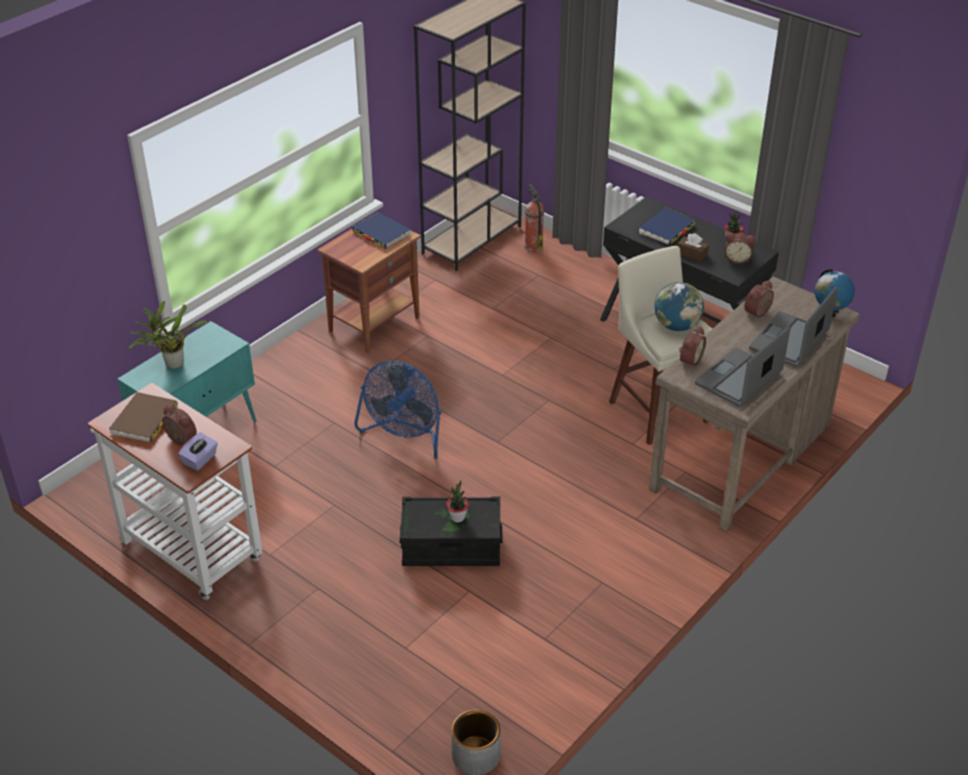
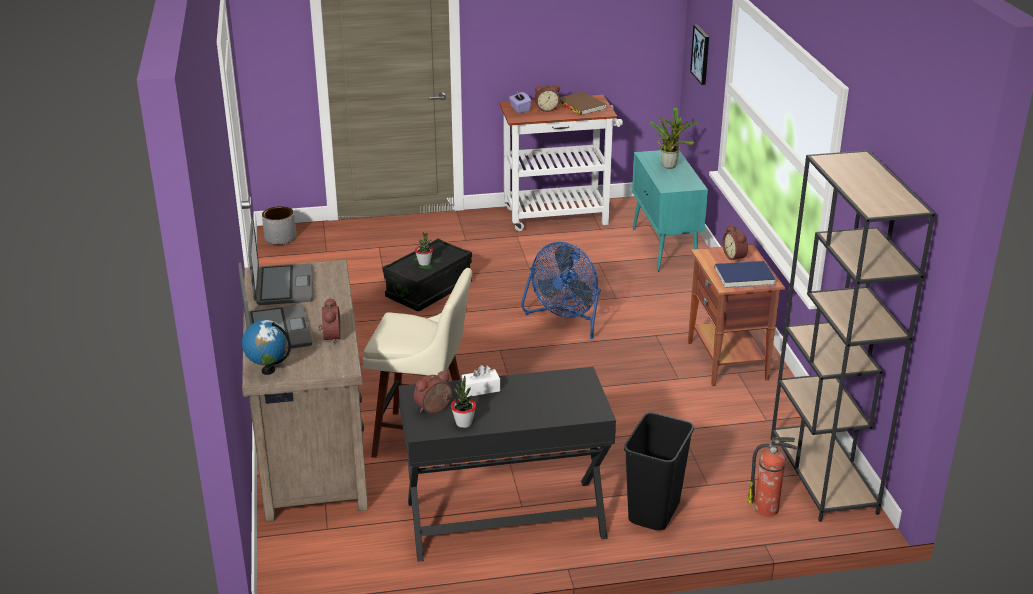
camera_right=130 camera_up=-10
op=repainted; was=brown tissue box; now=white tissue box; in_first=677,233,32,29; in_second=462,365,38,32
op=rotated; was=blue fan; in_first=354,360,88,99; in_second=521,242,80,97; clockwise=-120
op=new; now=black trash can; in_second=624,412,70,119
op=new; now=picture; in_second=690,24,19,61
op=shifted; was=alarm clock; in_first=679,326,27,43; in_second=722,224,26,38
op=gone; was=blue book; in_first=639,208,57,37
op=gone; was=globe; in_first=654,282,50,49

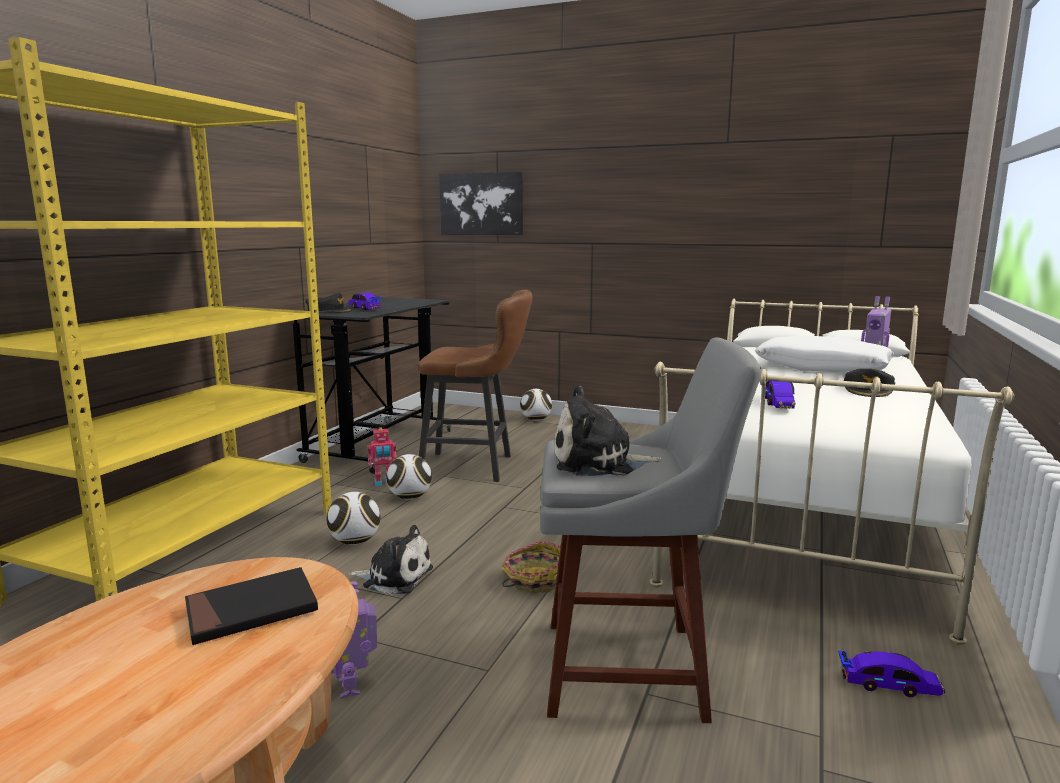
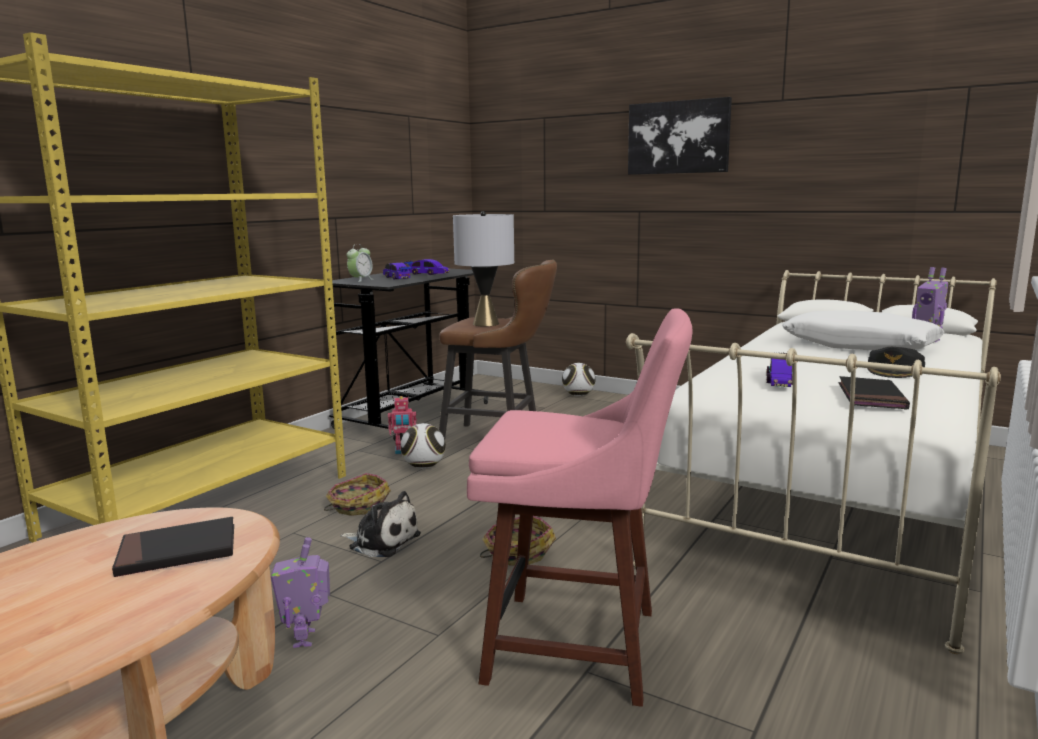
camera_right=10 camera_up=0
op=swapped; was=football; now=basket; in_first=327,492,54,53; in_second=324,473,67,43
op=swapped; was=black cap; now=alarm clock; in_first=305,293,48,20; in_second=347,244,26,38
op=shifted; was=toy car; in_first=839,651,107,46; in_second=404,259,46,16
op=new; now=grey table lamp; in_second=453,211,61,115
op=repainted; was=grey stool; now=pink stool; in_first=540,338,221,385; in_second=467,308,226,399
op=shifted; was=picture; in_first=439,172,84,63; in_second=628,97,104,78
op=new; now=black book; in_second=839,376,71,34
op=gone; was=plush toy; in_first=554,386,108,90

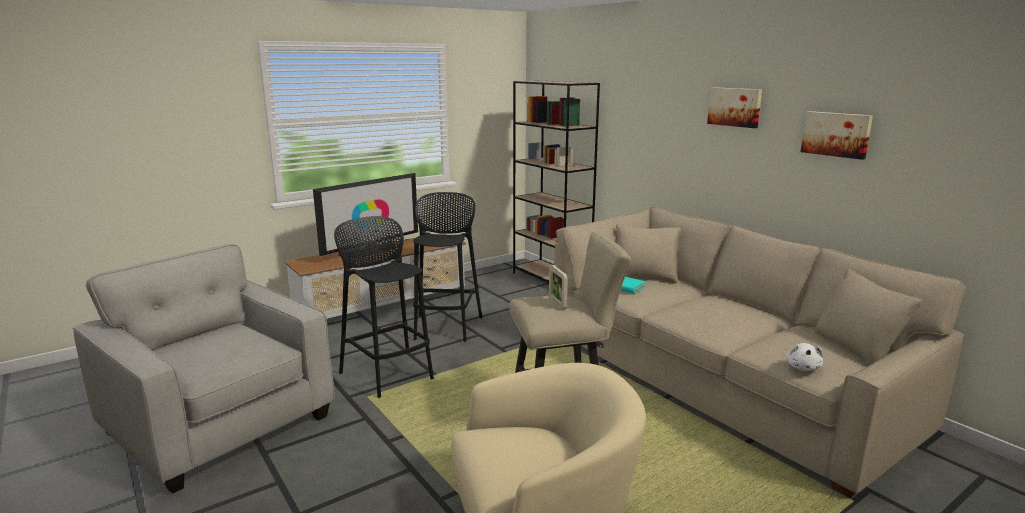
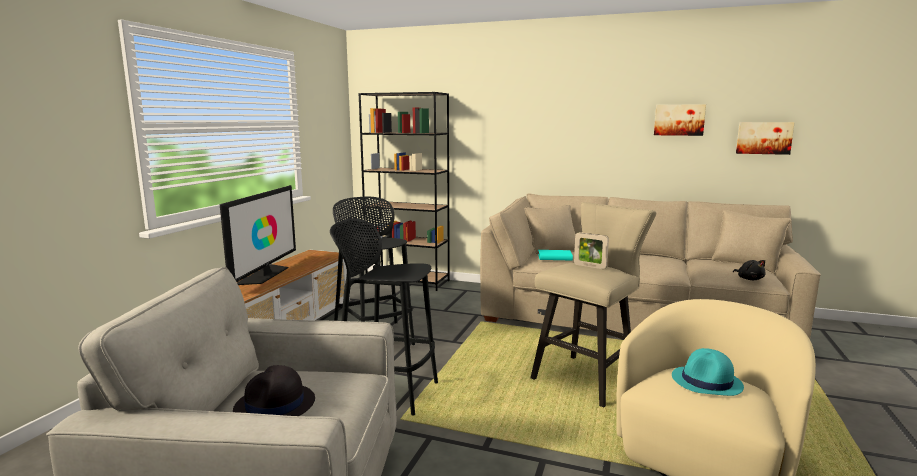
camera_right=-35 camera_up=-5
op=new; now=black hat; in_second=233,365,82,51
op=new; now=turquoise hat; in_second=672,348,72,48
op=repainted; was=white plush toy; now=black plush toy; in_first=786,343,37,28; in_second=733,260,33,20
op=shifted; was=picture; in_first=707,87,55,41; in_second=736,122,59,33

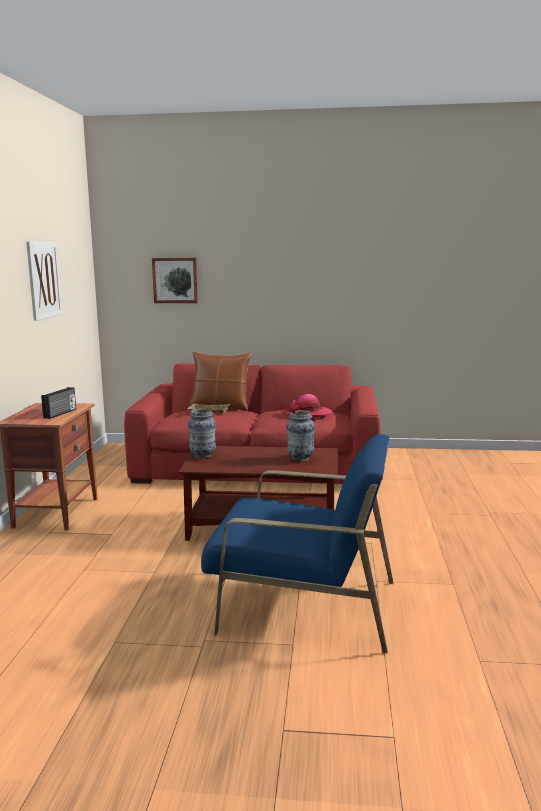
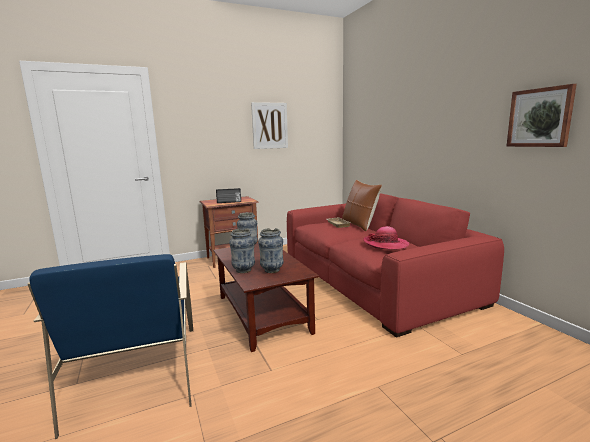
camera_right=60 camera_up=0
op=new; now=vase; in_second=229,228,26,45
op=shifted; was=picture; in_first=152,258,46,45; in_second=506,84,71,63

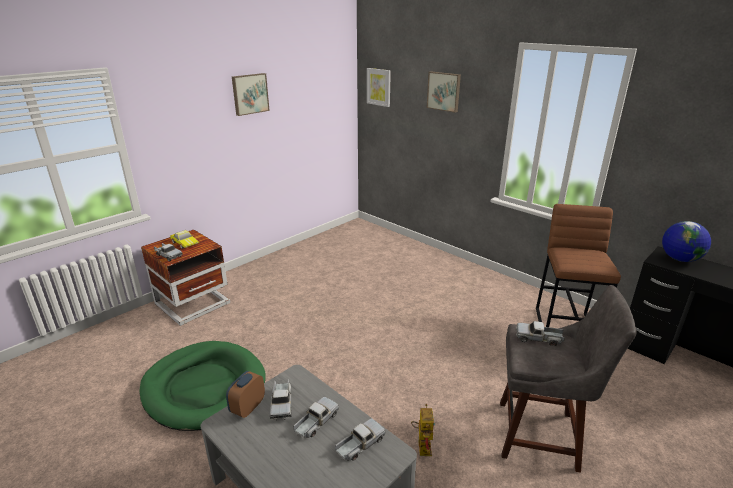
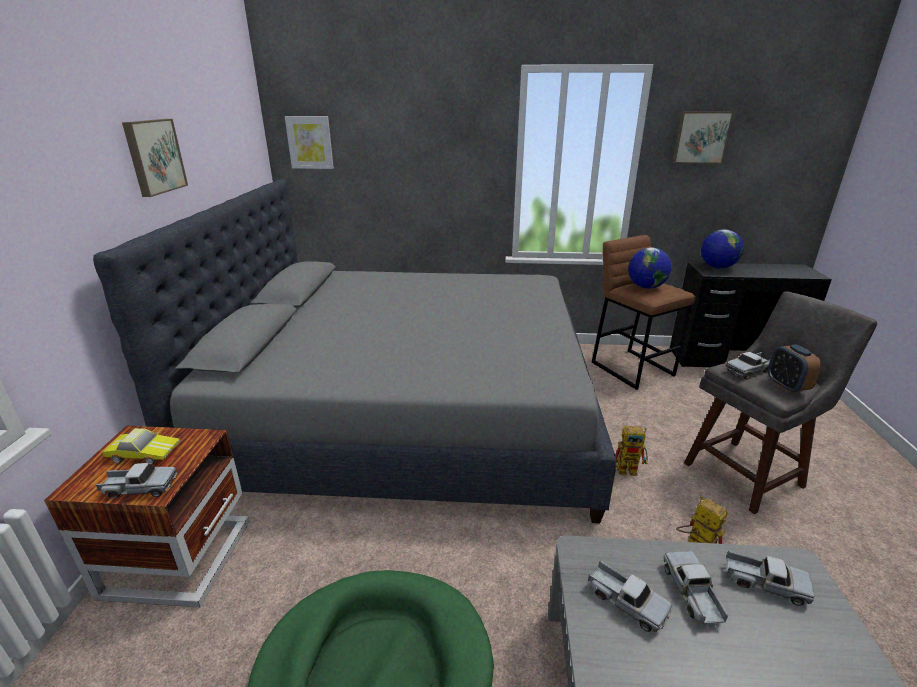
camera_right=-40 camera_up=0
op=new; now=grey bed; in_second=93,179,524,344
op=new; now=toy robot; in_second=615,426,33,50
op=new; now=globe; in_second=628,248,44,41
op=shifted; was=picture; in_first=427,71,34,42; in_second=673,112,61,51
op=rotated; was=toy truck; in_first=335,418,51,43; in_second=725,551,89,55; clockwise=105
op=shifted; was=alarm clock; in_first=226,371,39,47; in_second=768,344,54,49

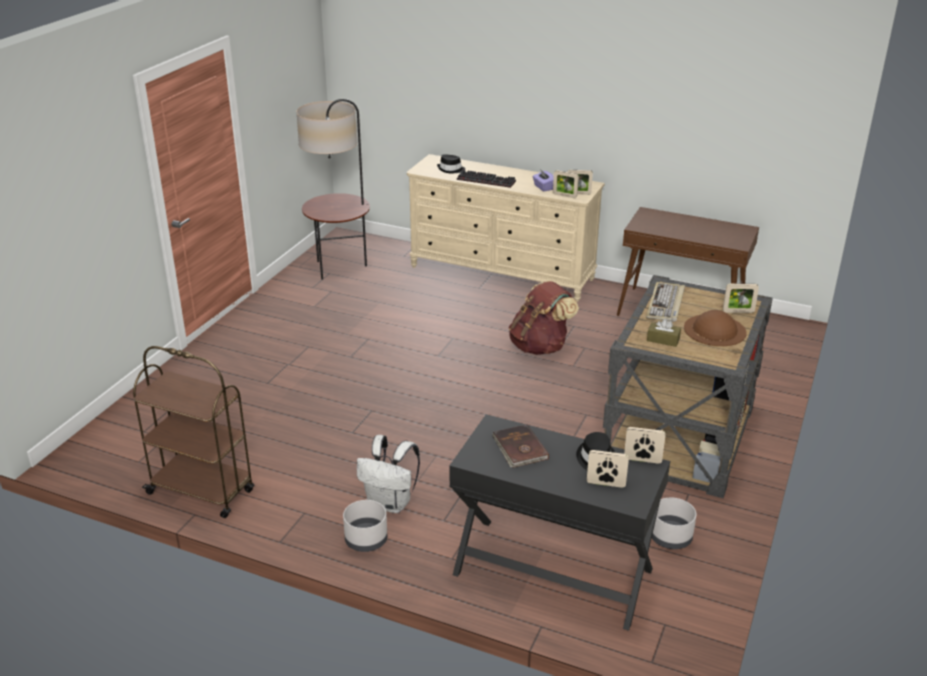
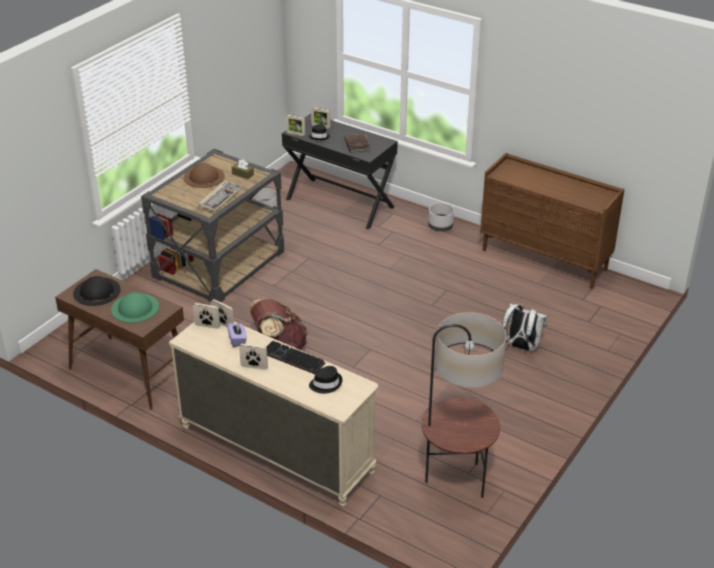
camera_right=-170 camera_up=5
op=new; now=black hat; in_second=73,276,48,30
op=new; now=green hat; in_second=111,292,48,31
op=shifted; was=picture frame; in_first=723,283,36,30; in_second=239,344,29,25
op=swapped; was=brown cart; now=brown cabinet; in_first=133,346,122,172; in_second=480,153,145,136
op=shifted; was=white backpack; in_first=357,435,63,78; in_second=502,303,45,48

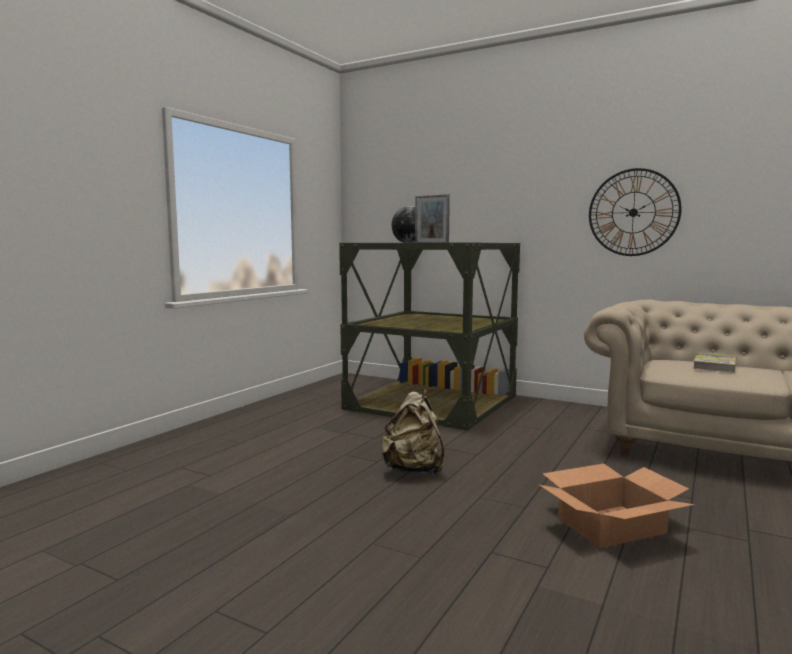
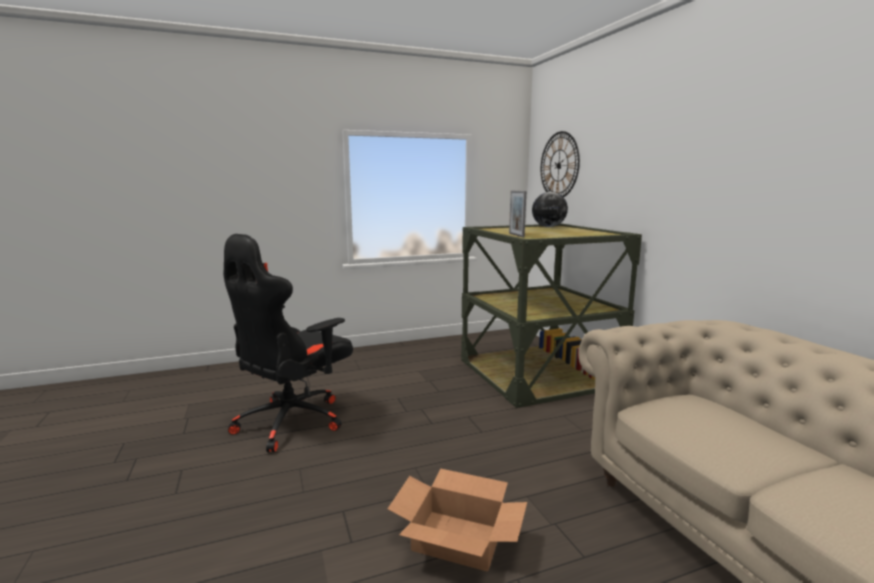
camera_right=40 camera_up=5
op=new; now=black office chair; in_second=223,234,130,218
op=shifted; was=wall clock; in_first=589,168,93,88; in_second=541,131,39,66
op=gone; was=beige backpack; in_first=381,389,63,85
op=gone; was=book; in_first=693,353,43,20

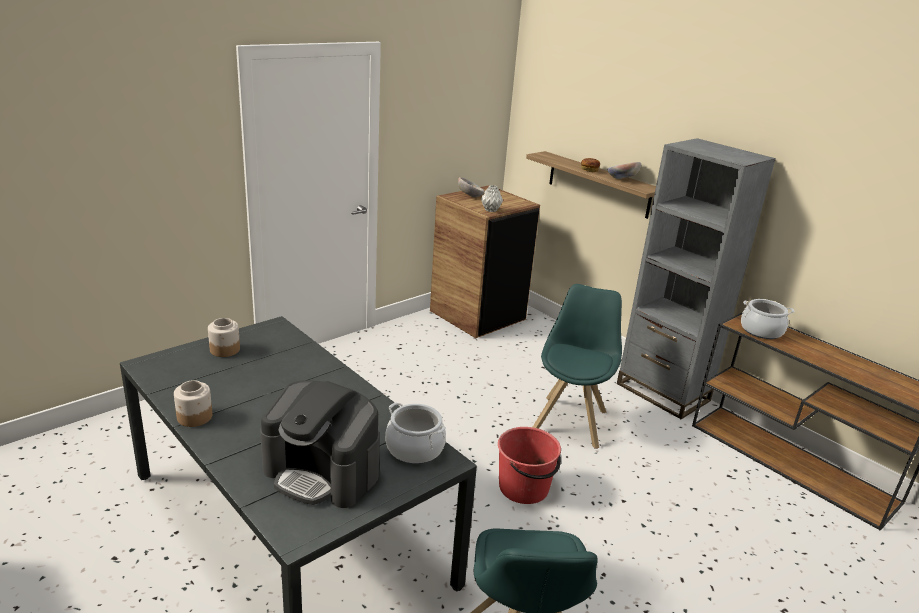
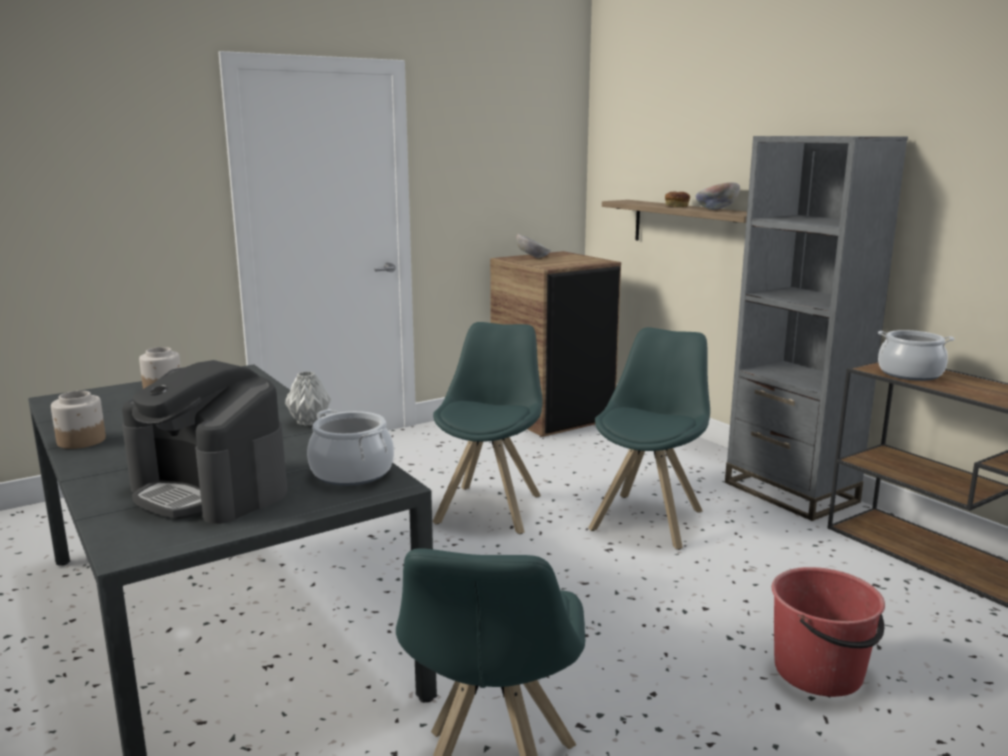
camera_right=10 camera_up=-10
op=shifted; was=grey vase; in_first=481,185,22,27; in_second=285,371,46,55
op=new; now=turquoise chair; in_second=433,322,110,212
op=shifted; was=red bucket; in_first=498,427,63,77; in_second=772,567,113,130

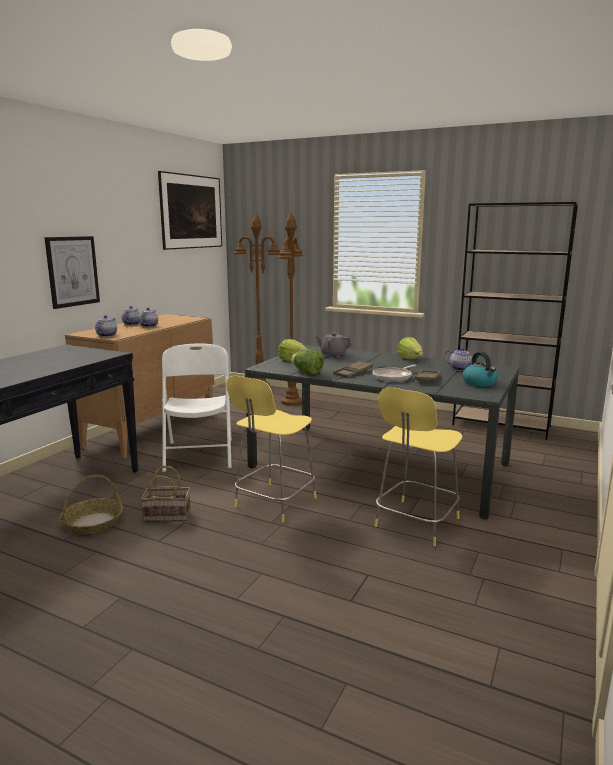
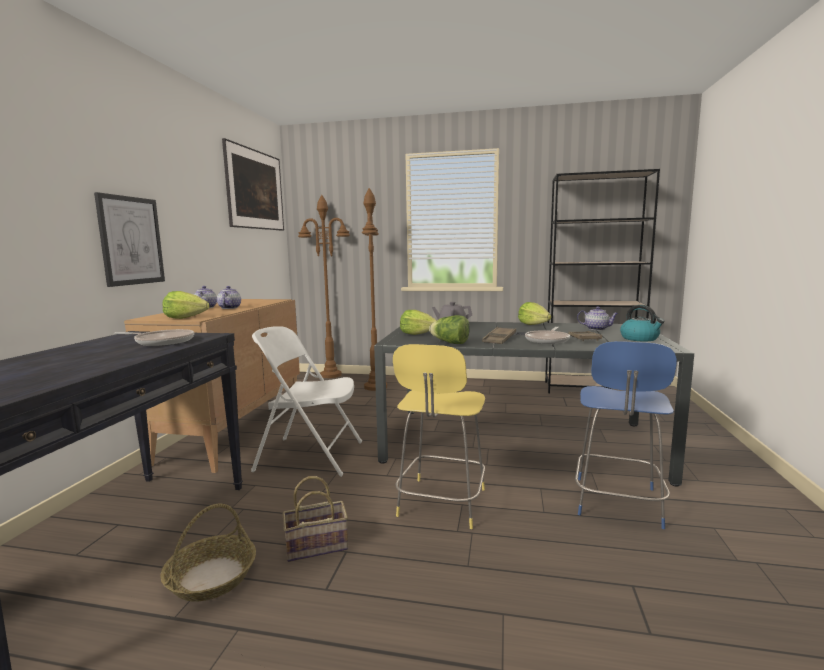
camera_right=-15 camera_up=-5
op=new; now=frying pan; in_second=114,329,80,17
op=swapped; was=teapot; now=lettuce; in_first=95,315,22,22; in_second=162,291,47,28
op=rotated; was=white chair; in_first=162,343,70,129; in_second=251,326,111,151; clockwise=-60
op=repainted; was=yellow stool; now=blue stool; in_first=374,388,88,158; in_second=575,341,102,188

